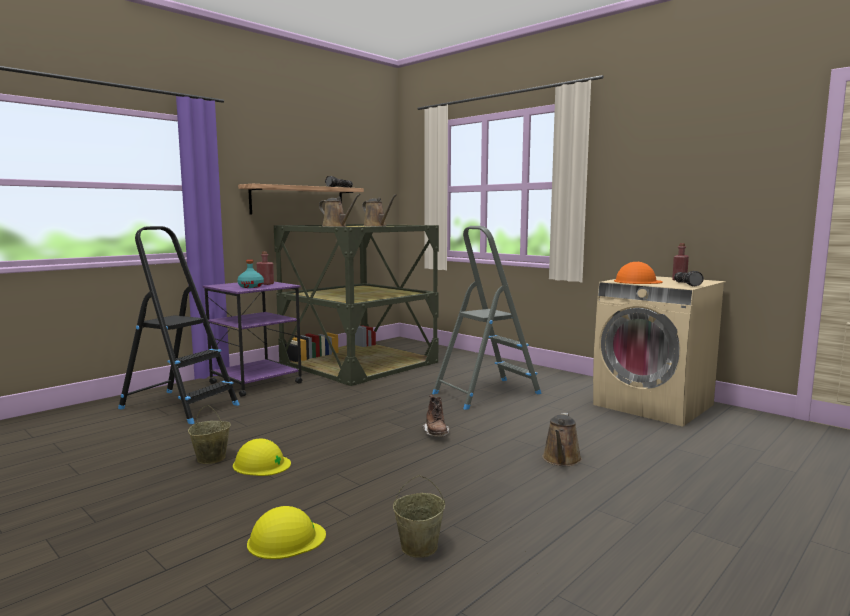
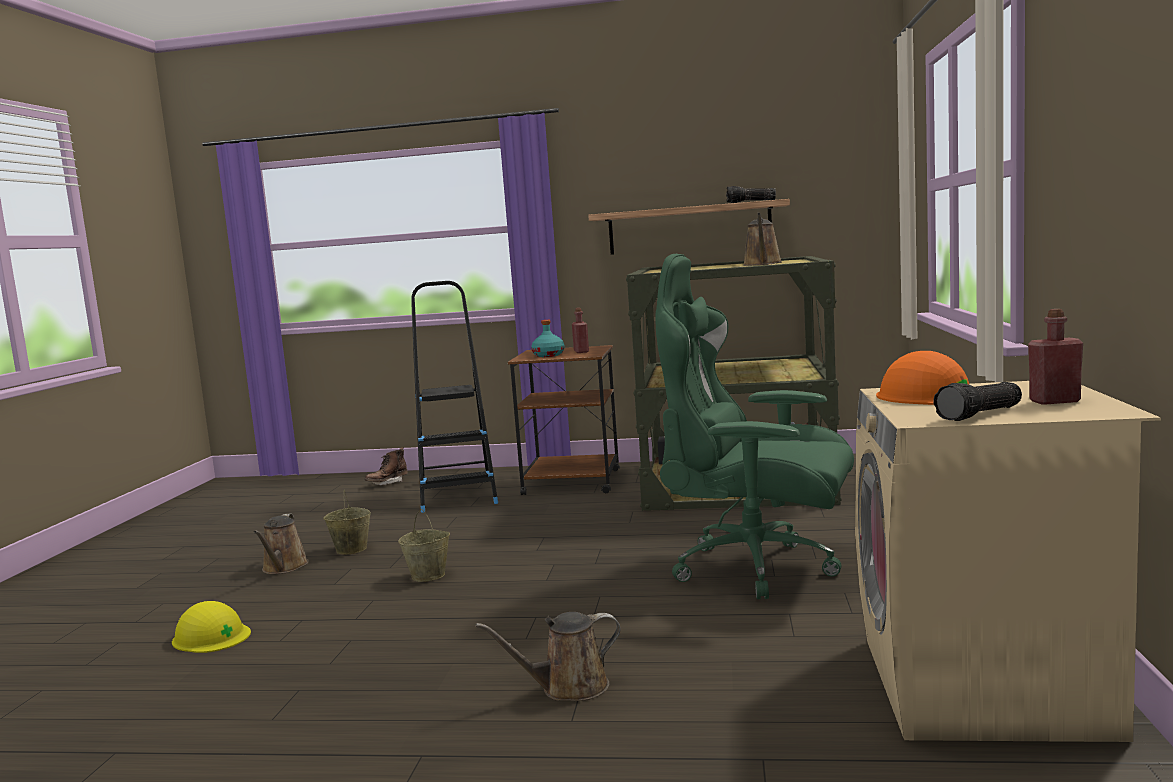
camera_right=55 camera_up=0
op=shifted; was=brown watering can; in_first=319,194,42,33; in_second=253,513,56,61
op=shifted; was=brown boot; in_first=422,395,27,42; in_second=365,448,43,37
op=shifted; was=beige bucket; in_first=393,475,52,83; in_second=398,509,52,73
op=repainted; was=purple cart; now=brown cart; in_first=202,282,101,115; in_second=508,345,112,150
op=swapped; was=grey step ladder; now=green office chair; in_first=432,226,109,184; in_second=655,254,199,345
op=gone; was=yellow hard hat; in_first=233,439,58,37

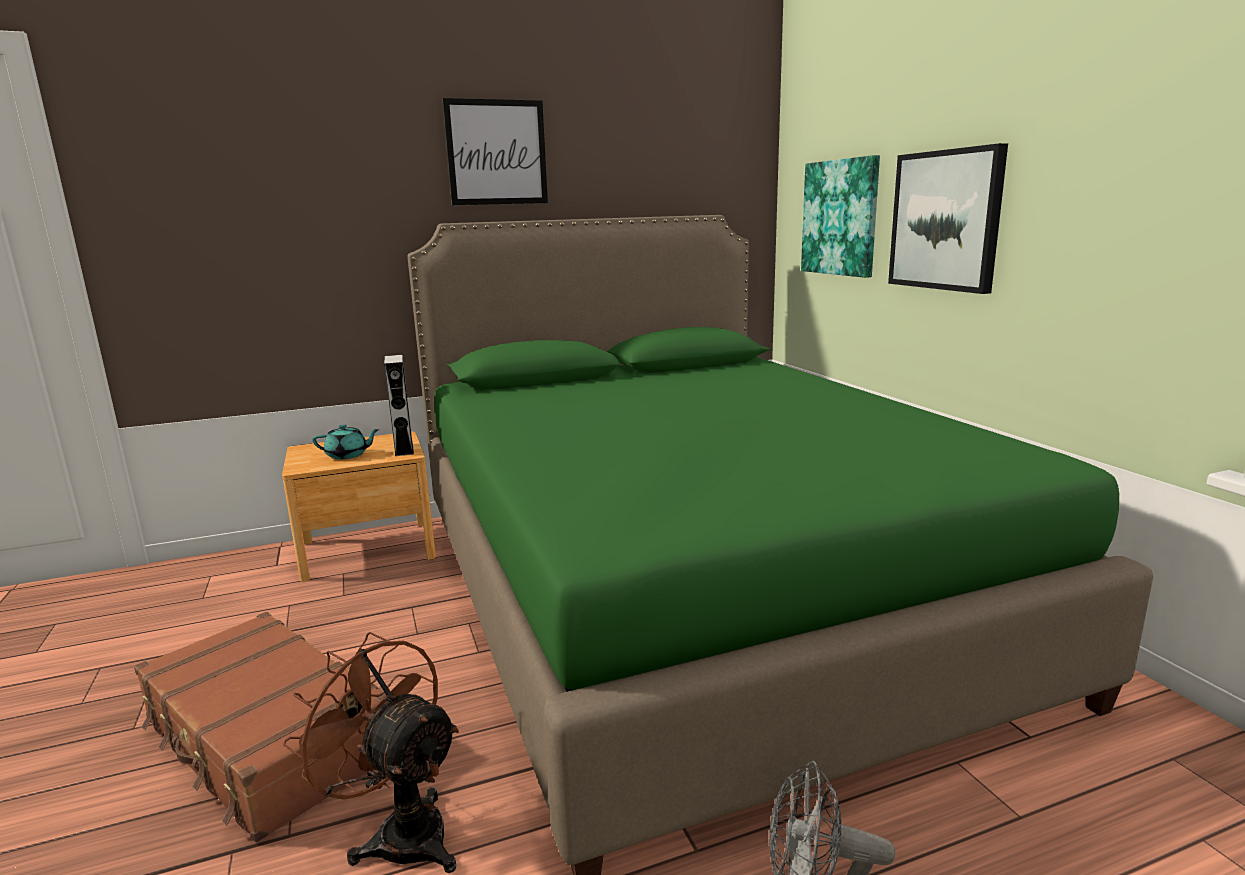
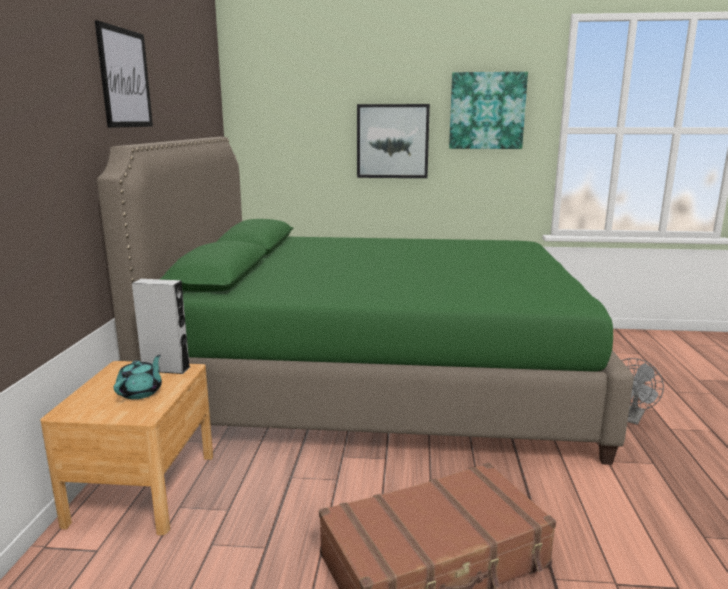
camera_right=-65 camera_up=0
op=shifted; was=picture; in_first=801,155,79,123; in_second=449,72,79,77
op=gone; was=brown fan; in_first=283,632,176,241

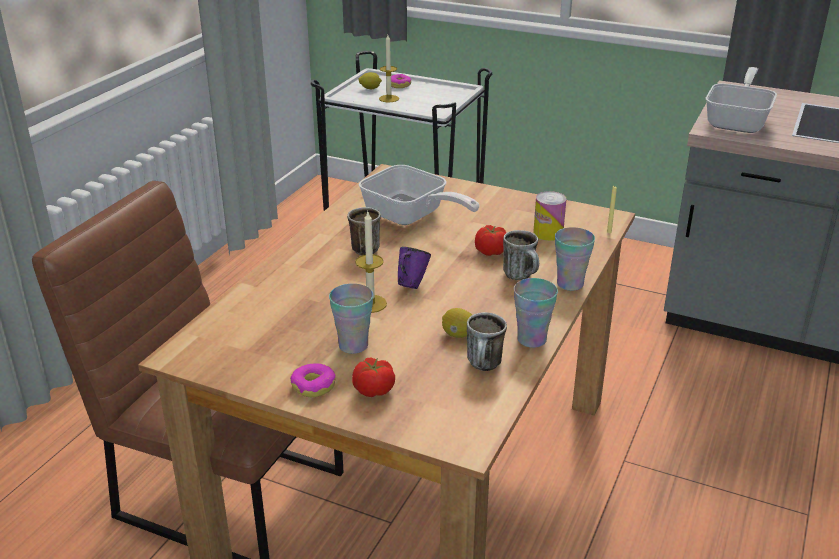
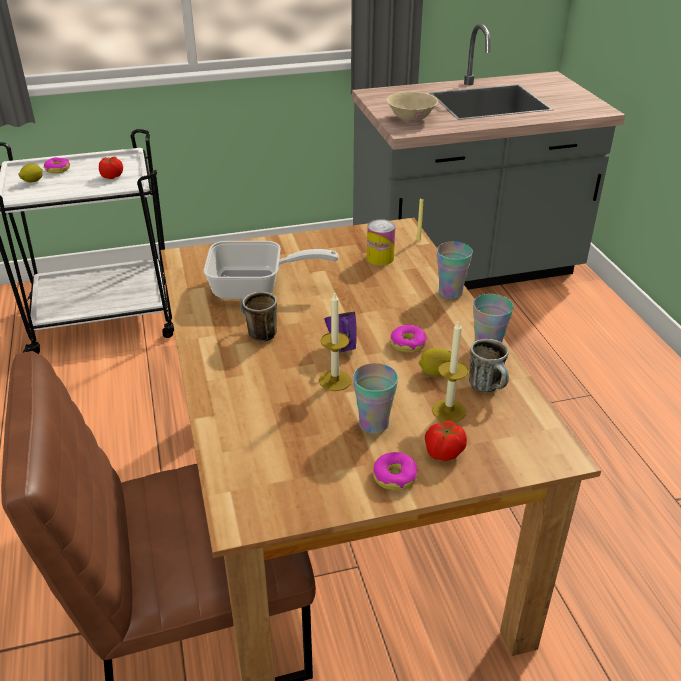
camera_right=-40 camera_up=5
op=shifted; was=tomato; in_first=475,225,31,31; in_second=99,157,24,22
op=swapped; was=frying pan; now=beige bowl; in_first=706,67,71,66; in_second=386,92,52,31
op=new; now=donut; in_second=390,325,37,28
op=shifted; was=candle; in_first=379,35,20,67; in_second=432,320,36,102
op=gone; was=mug; in_first=503,230,36,50

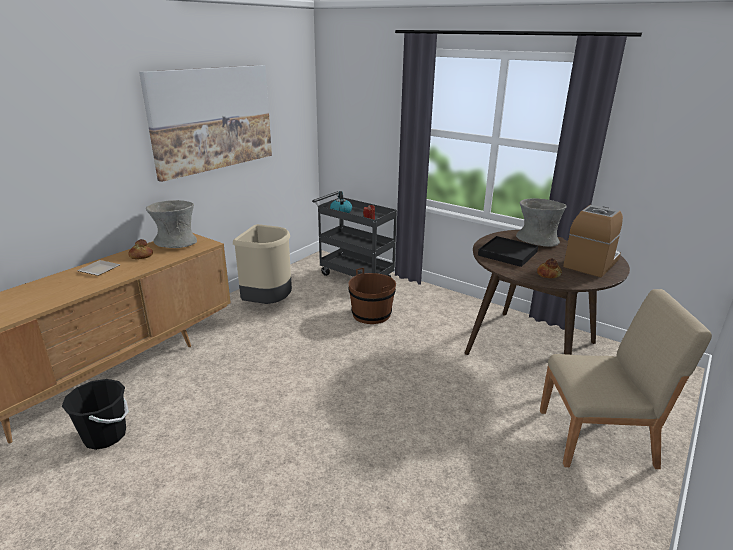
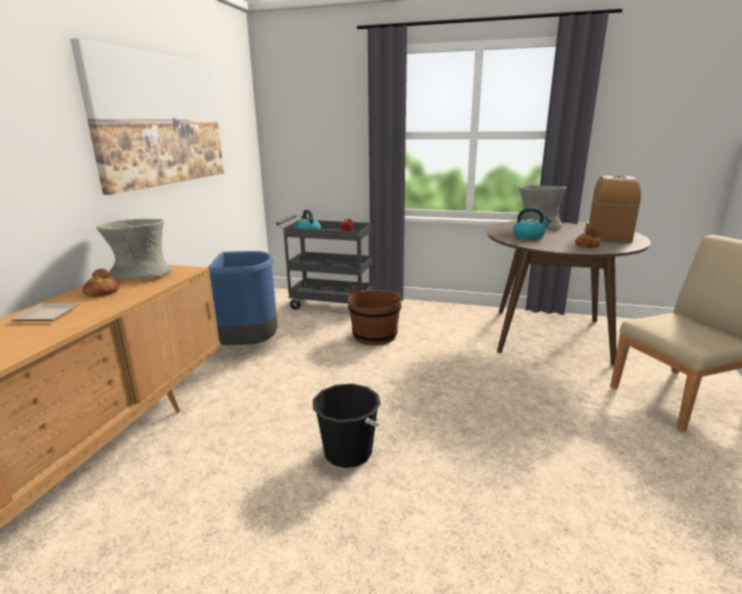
camera_right=-20 camera_up=-5
op=repainted; was=beige trash can; now=blue trash can; in_first=233,224,59,80; in_second=208,251,70,94
op=shifted; was=black bucket; in_first=62,379,67,71; in_second=313,383,68,85
op=swapped; was=black tray; now=kettle; in_first=478,236,60,31; in_second=513,208,39,32

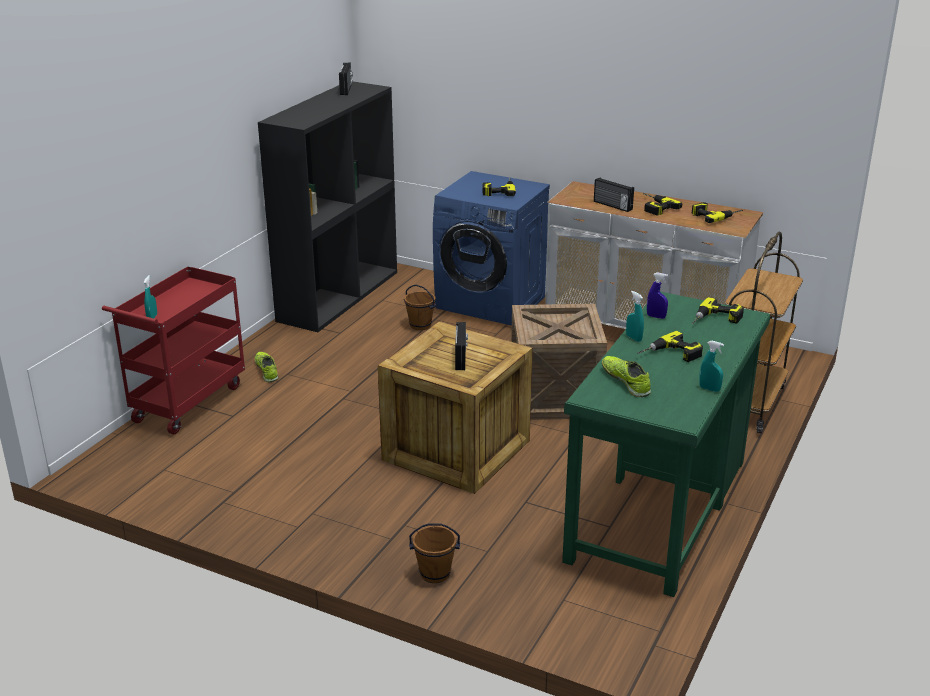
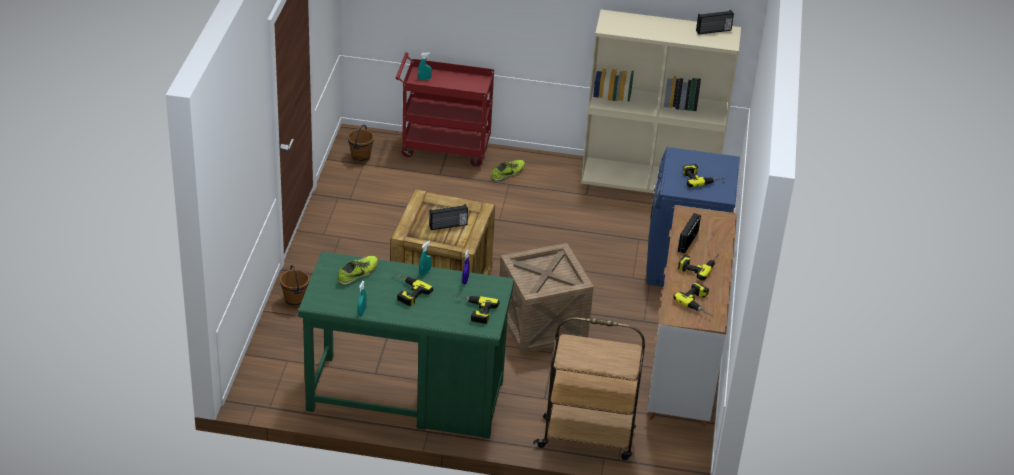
camera_right=70 camera_up=10
op=shifted; was=brown bucket; in_first=404,285,32,45; in_second=348,125,26,38
op=repainted; was=black bookcase; now=beige bookcase; in_first=258,82,139,250; in_second=581,10,160,183

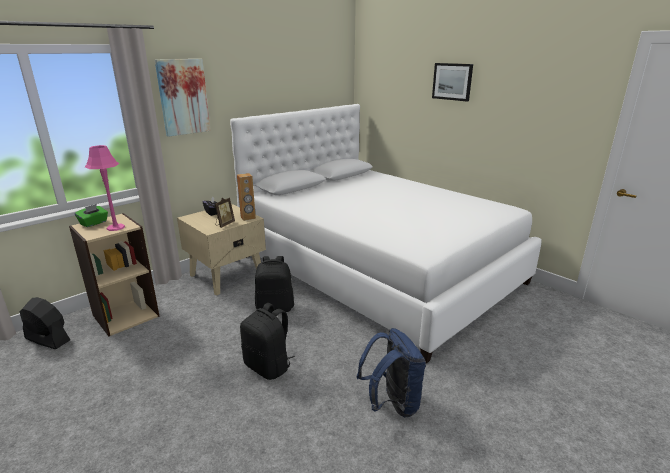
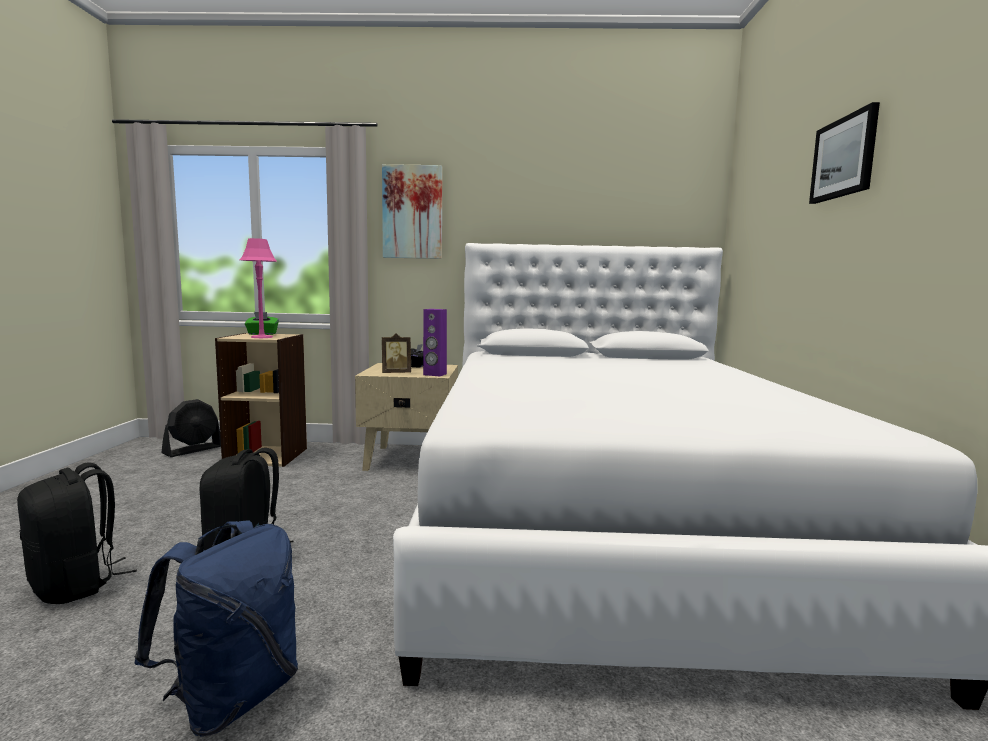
camera_right=45 camera_up=-15
op=shifted; was=black backpack; in_first=255,256,39,56; in_second=17,463,120,141
op=rotated; was=black fan; in_first=20,297,50,52; in_second=162,399,59,58; clockwise=60
op=repainted; was=brown speaker; now=purple speaker; in_first=237,173,19,48; in_second=423,309,24,67

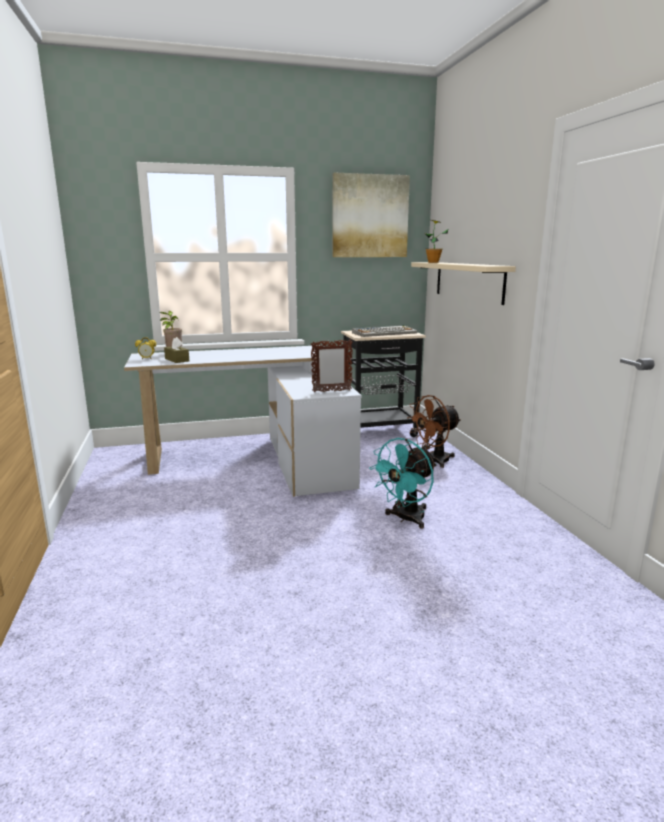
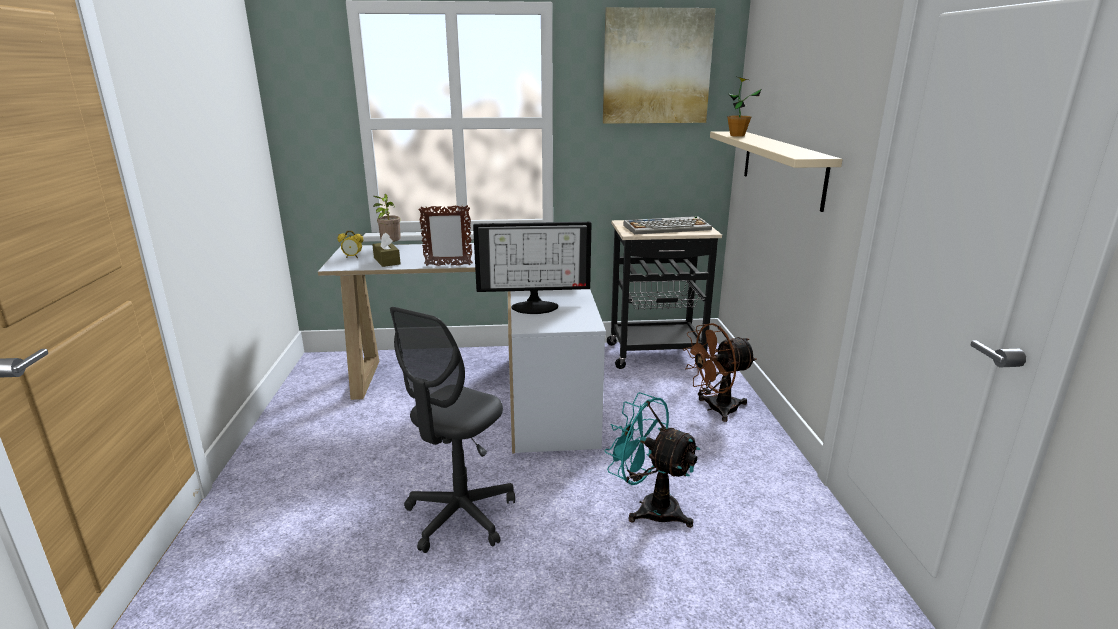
camera_right=10 camera_up=5
op=new; now=grey office chair; in_second=390,307,125,246
op=shifted; was=picture frame; in_first=311,339,42,53; in_second=418,205,55,61
op=new; now=monitor; in_second=473,222,119,92
op=rotated; was=turquoise fan; in_first=369,438,68,90; in_second=604,392,97,136; clockwise=75

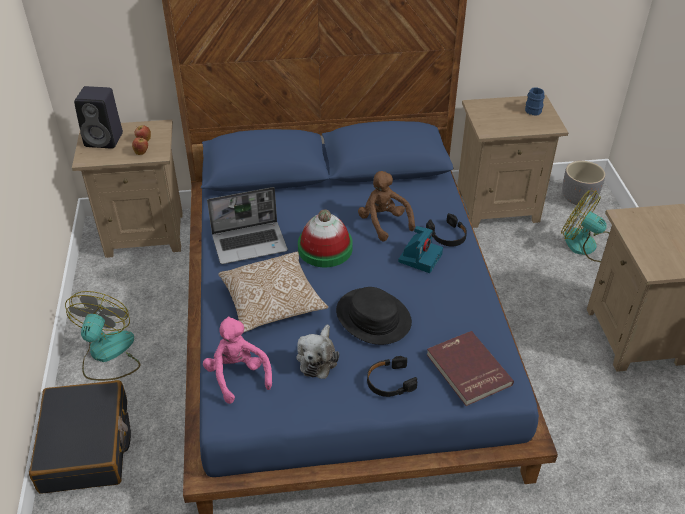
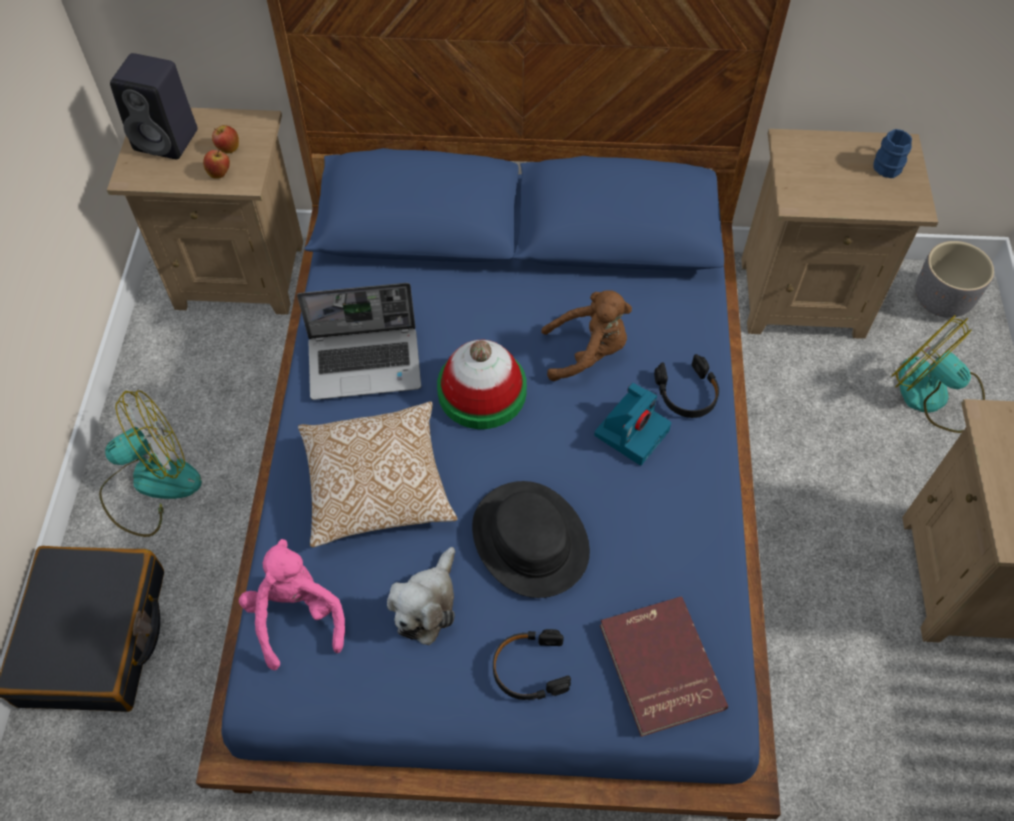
camera_right=10 camera_up=15
op=rotated; was=fan; in_first=65,291,75,90; in_second=99,390,103,147; clockwise=45
op=rotated; was=brown plush toy; in_first=358,171,57,70; in_second=541,290,91,91; clockwise=105

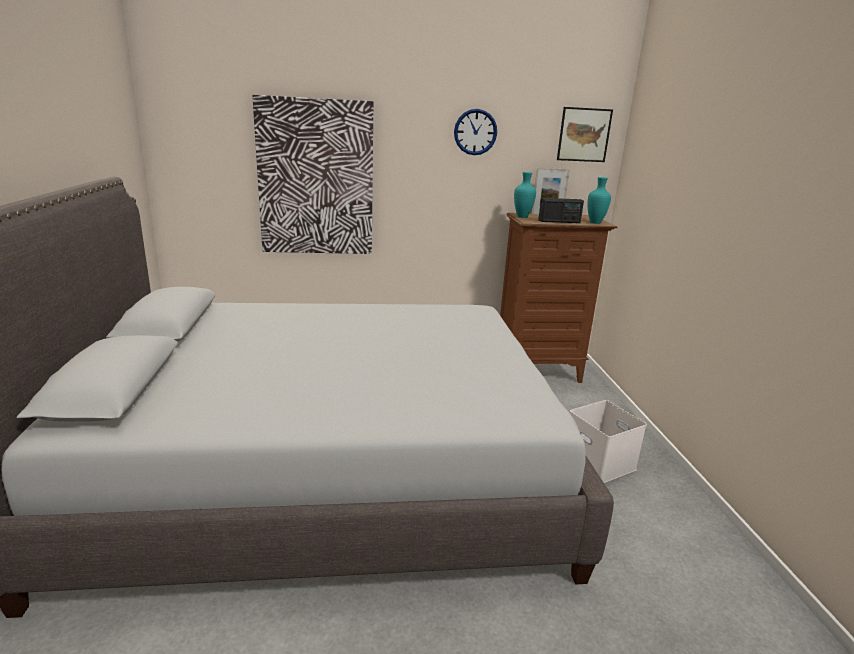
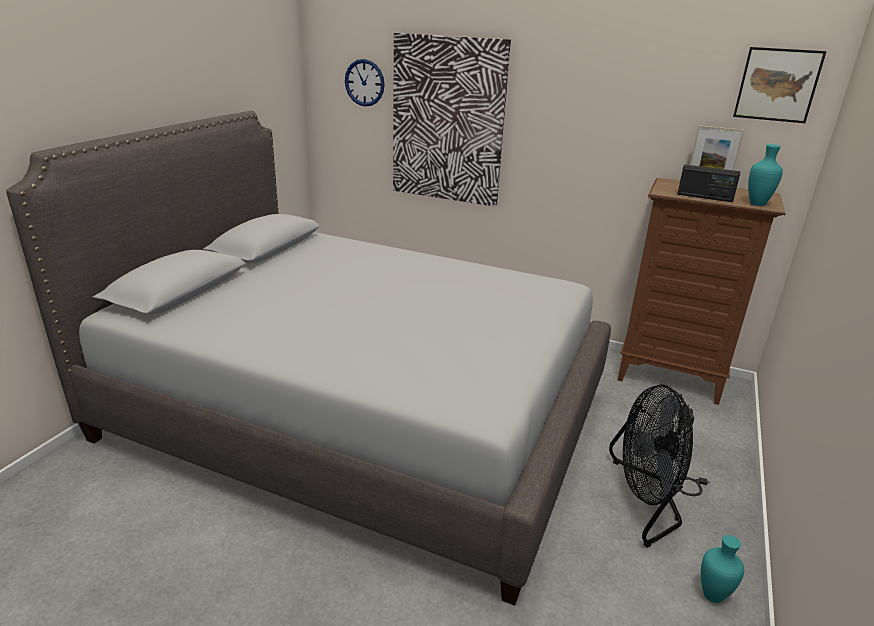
camera_right=30 camera_up=5
op=shifted; was=wall clock; in_first=454,109,43,46; in_second=345,59,40,47
op=swapped; was=white storage box; now=black fan; in_first=570,400,77,83; in_second=609,385,100,163
op=shifted; was=turquoise vase; in_first=514,172,22,46; in_second=701,535,43,68

